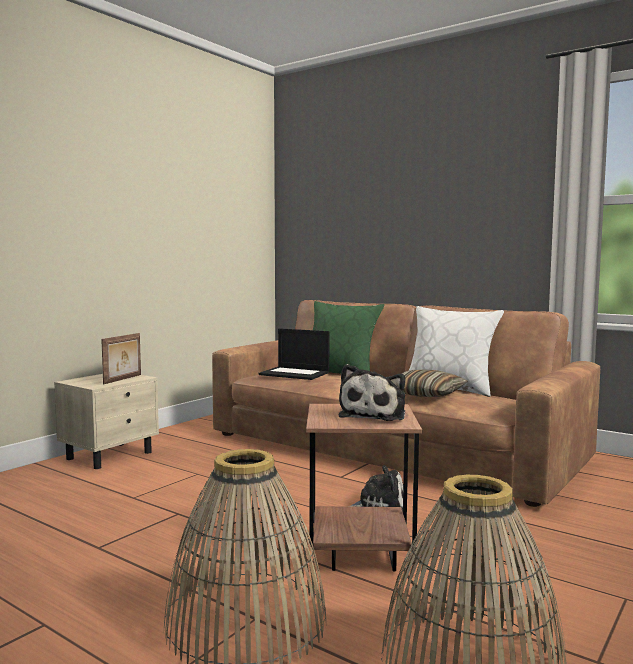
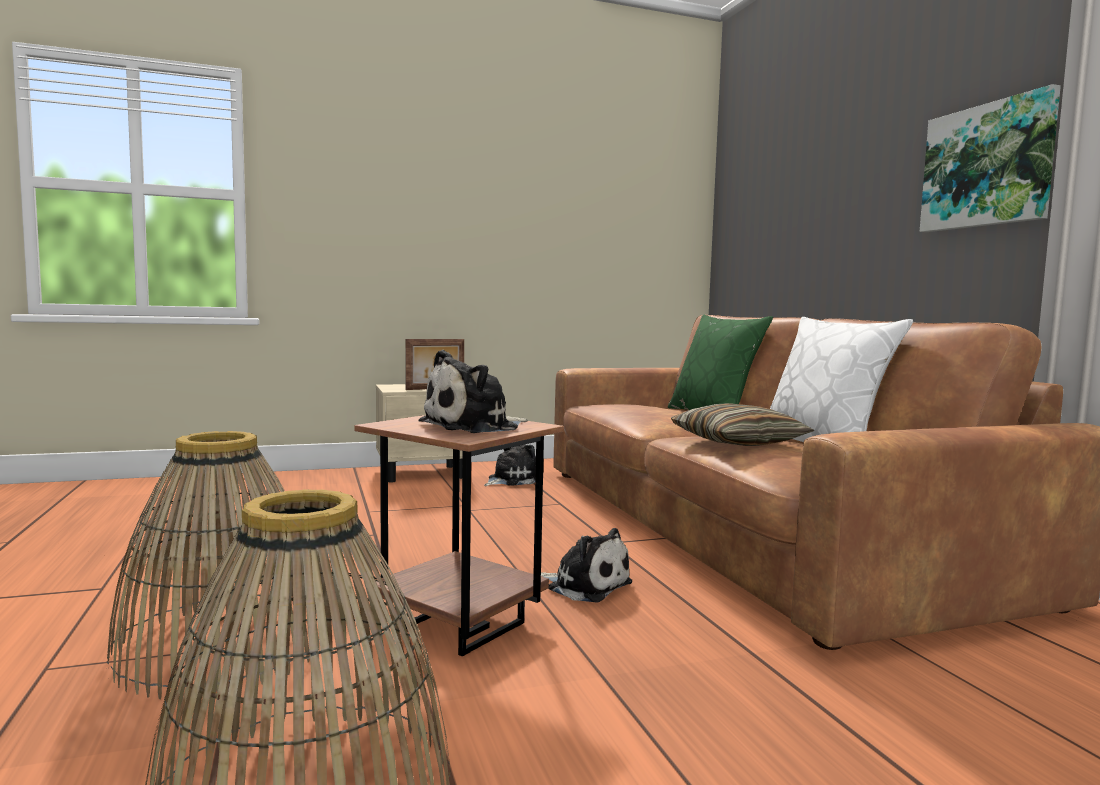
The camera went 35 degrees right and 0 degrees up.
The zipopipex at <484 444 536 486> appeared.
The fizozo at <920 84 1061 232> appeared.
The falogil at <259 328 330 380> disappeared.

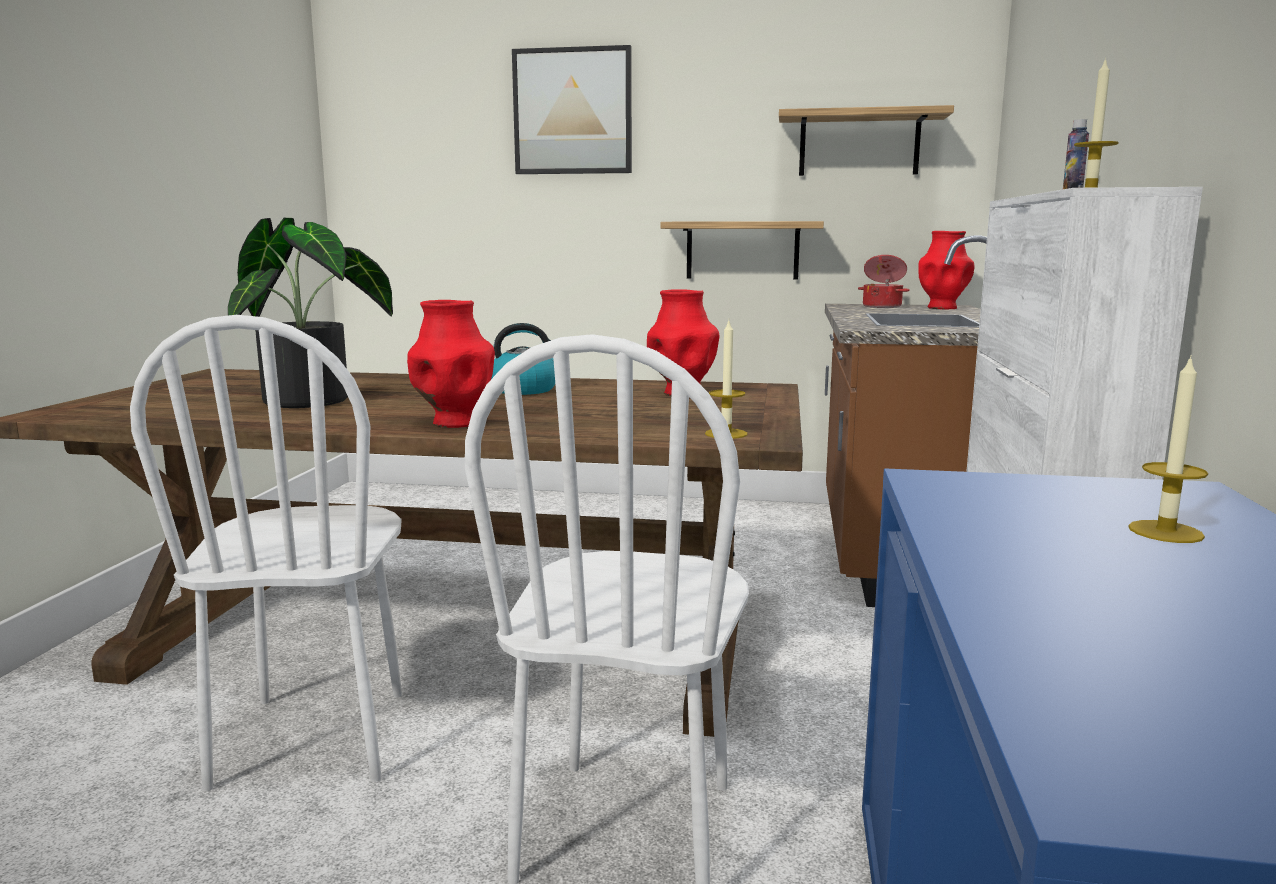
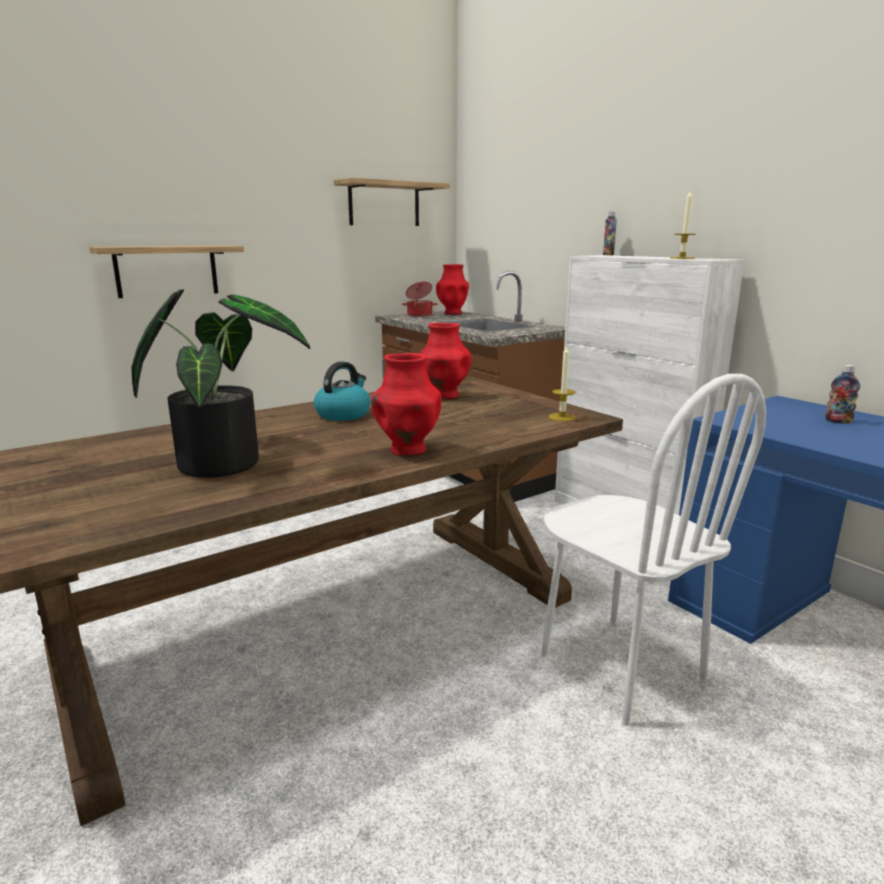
The camera went 45 degrees left and 5 degrees up.
The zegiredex moved from <660 221 824 279> to <89 246 244 298>.
The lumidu at <1128 355 1208 543> was replaced by the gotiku at <825 365 860 424>.
The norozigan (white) at <130 315 402 791> disappeared.
The fizozo at <512 45 632 174> disappeared.

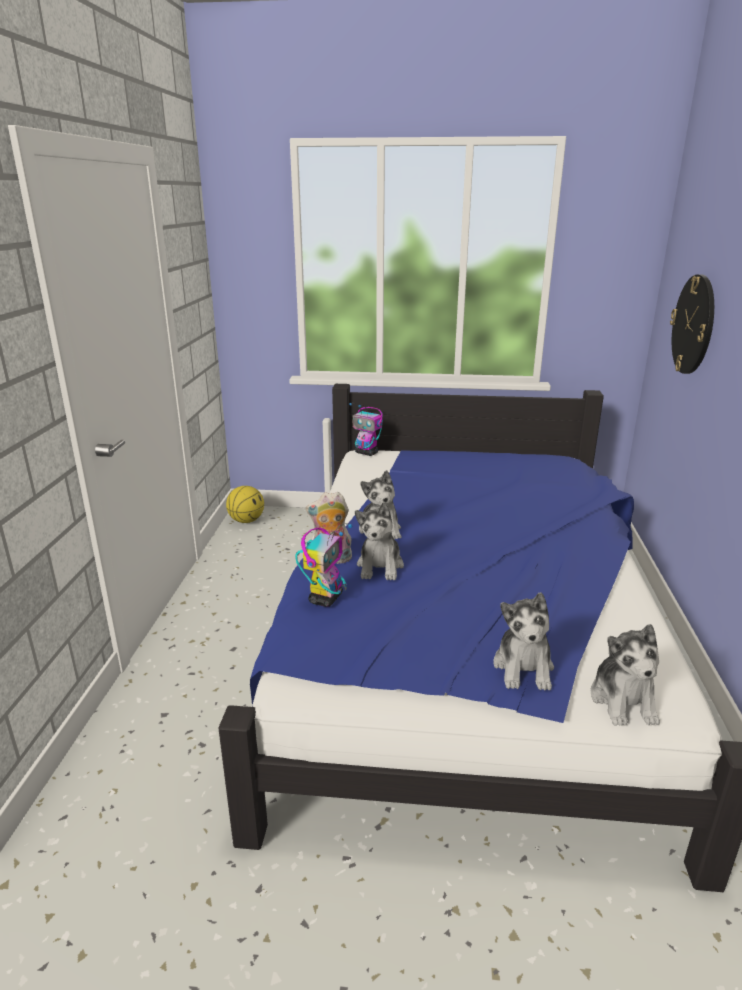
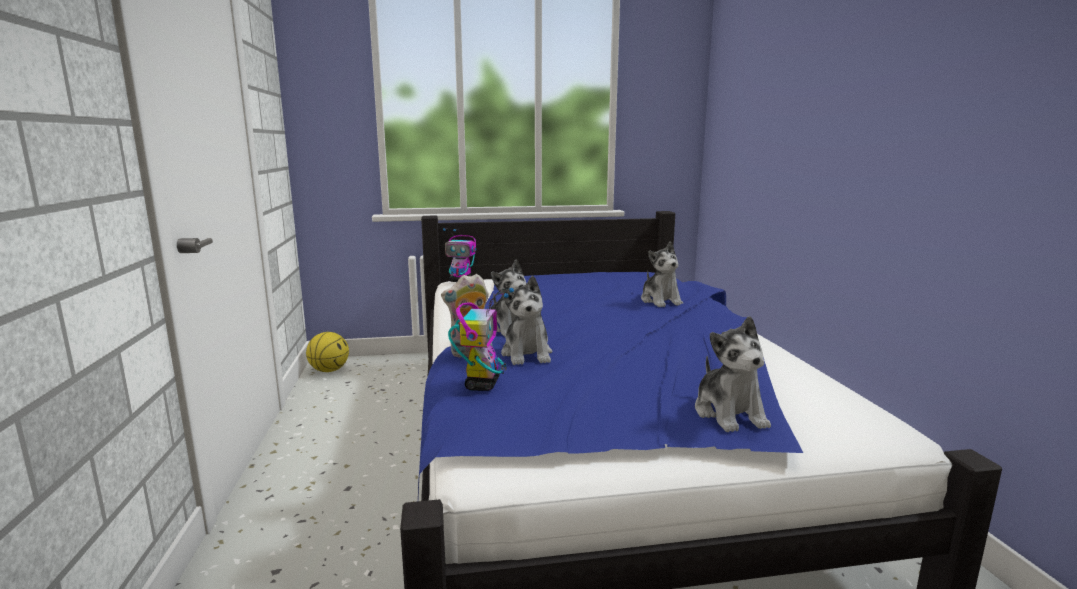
The camera went 15 degrees left and 10 degrees down.
The zipopipex moved from <591 624 660 726> to <641 241 683 307>.
The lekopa at <670 274 714 374> disappeared.

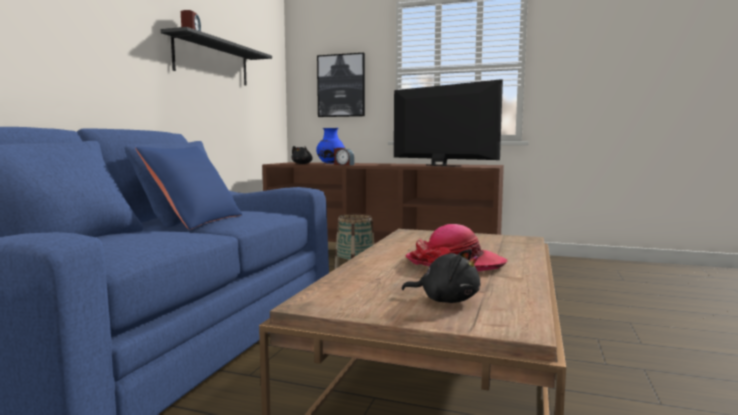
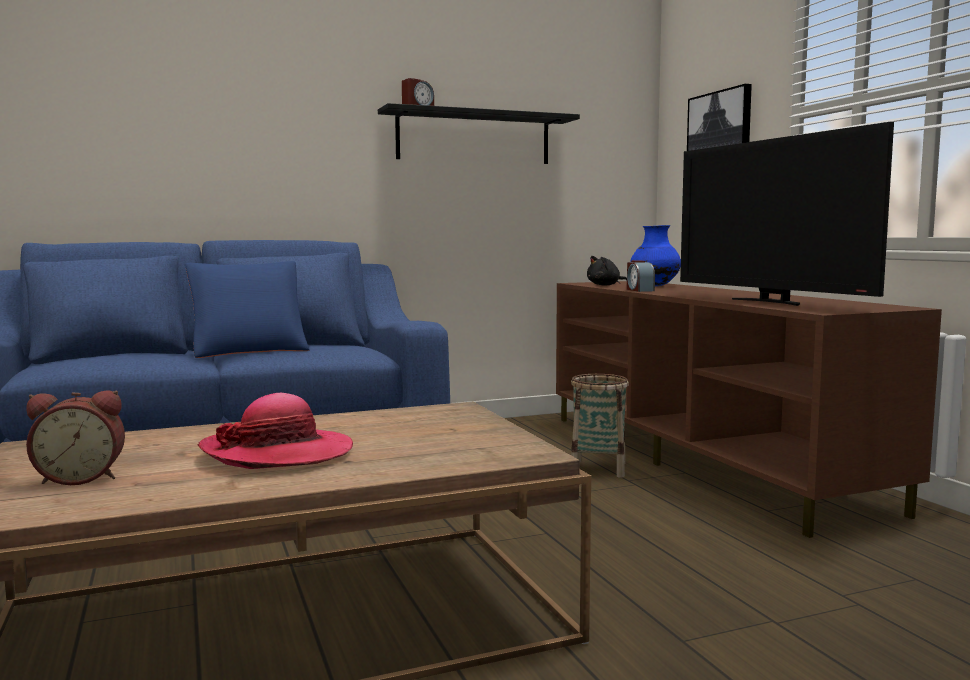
The camera went 50 degrees right and 0 degrees up.
The zipopipex (black) at <402 249 480 303> was replaced by the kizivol at <26 390 125 485>.
The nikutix at <394 79 503 166> turned 150 degrees clockwise.

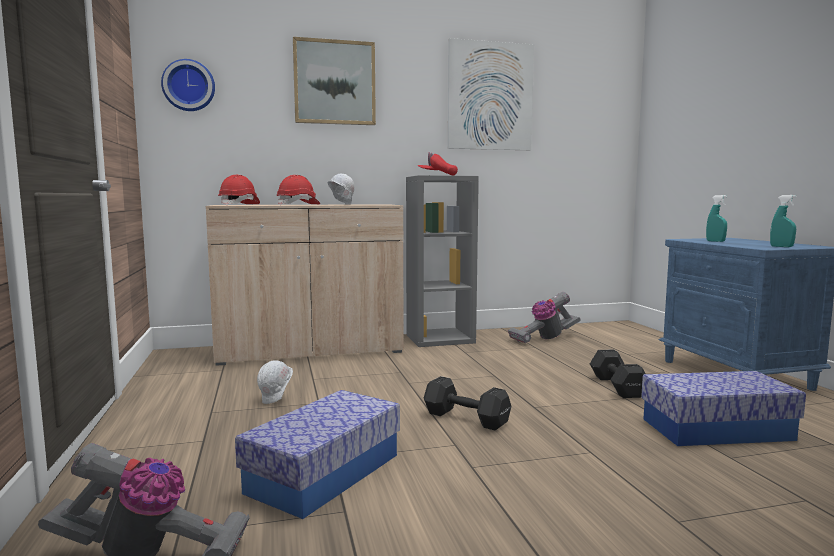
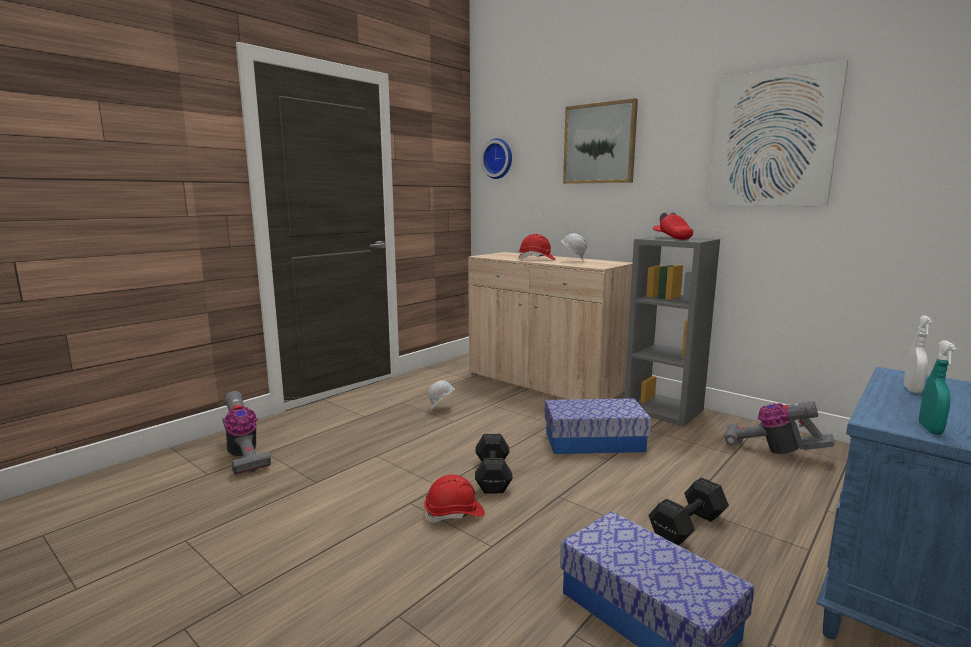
The camera went 55 degrees right and 5 degrees up.
The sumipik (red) moved from <218 175 260 205> to <424 474 485 522>.
The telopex moved from <235 390 400 519> to <544 398 651 454>.
The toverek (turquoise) at <706 195 727 242> became the toverek (white) at <903 316 932 394>.

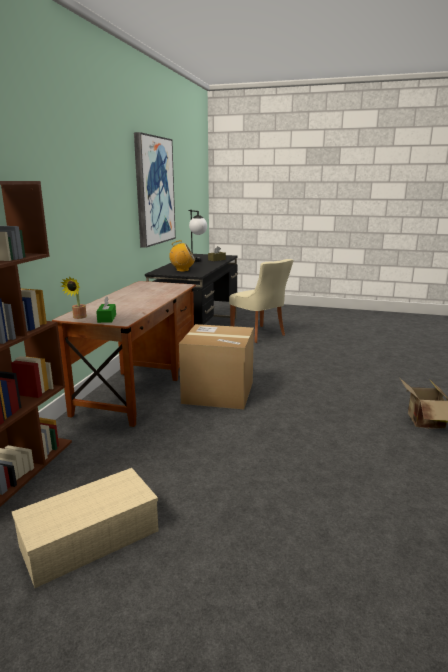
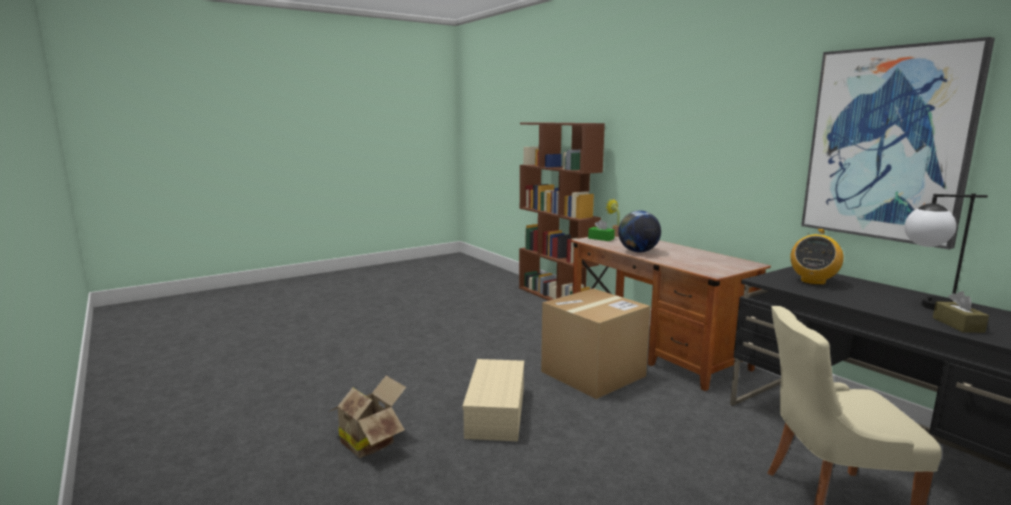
The camera went 130 degrees right and 5 degrees down.
The telopex (beige) moved from <12 468 159 588> to <462 359 524 441>.
The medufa at <618 211 661 253> appeared.

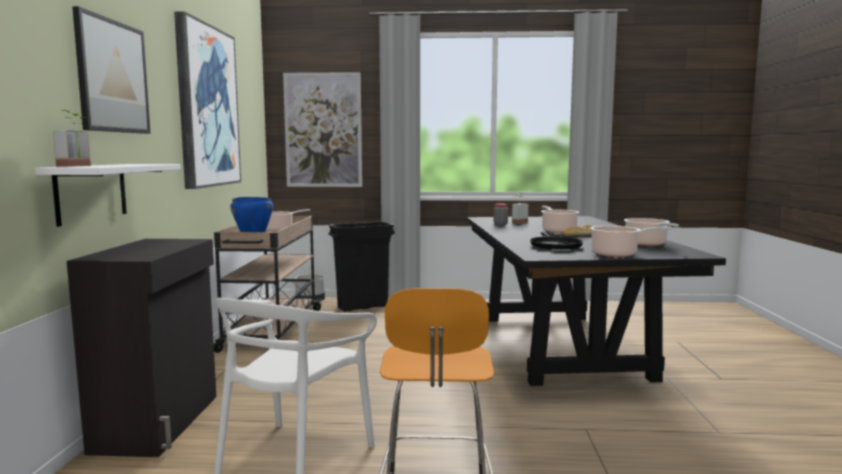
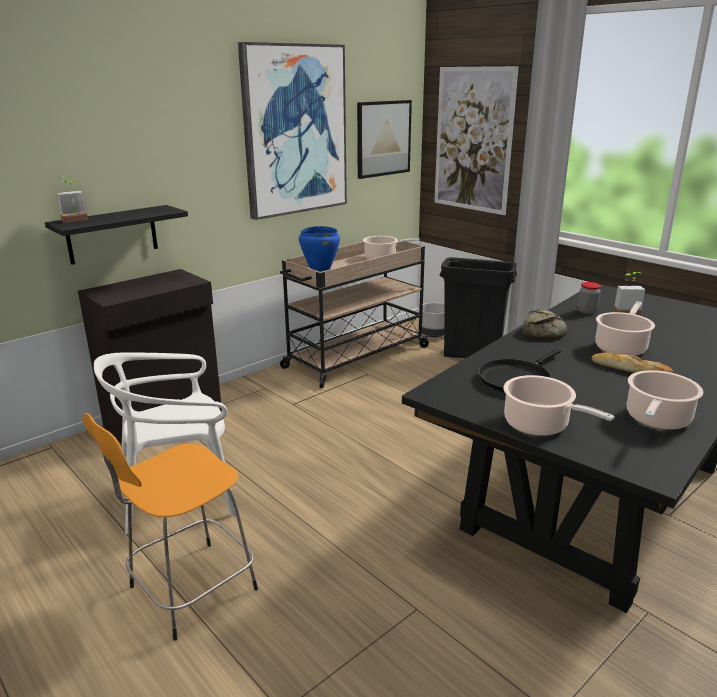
The camera went 45 degrees right and 15 degrees up.
The zegiredex (white) at <35 164 181 227> became the zegiredex (black) at <45 205 188 265>.
The fizozo moved from <72 6 151 134> to <357 100 412 179>.
The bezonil at <523 309 567 340> appeared.

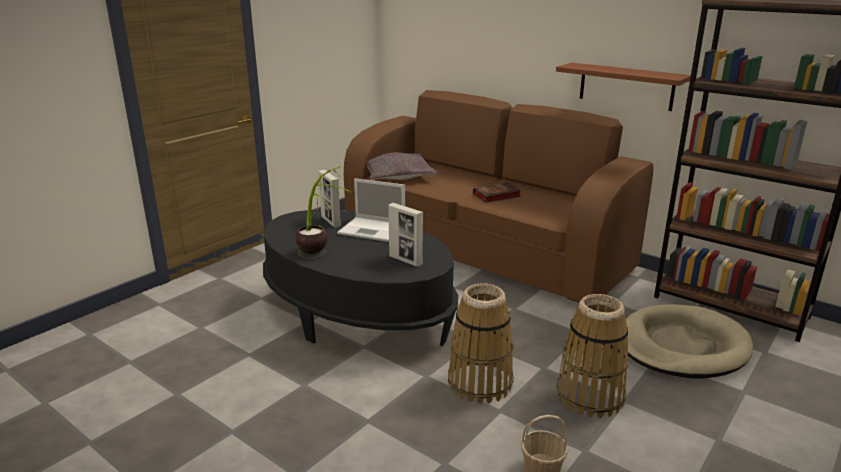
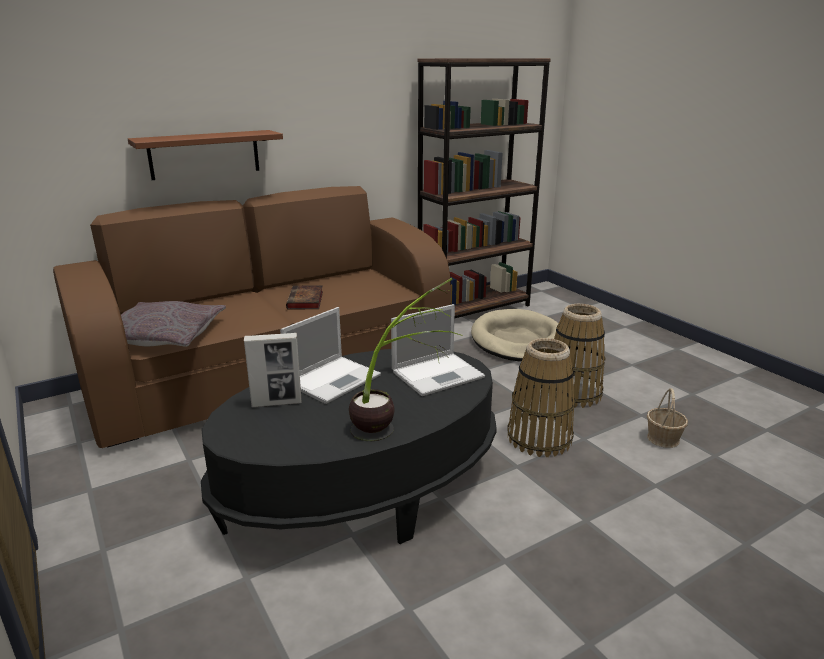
The camera went 70 degrees left and 0 degrees up.
The zegiredex (brown) moved from <556 63 691 111> to <128 130 283 180>.
The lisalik at <388 203 423 267> was replaced by the falogil at <391 304 485 396>.

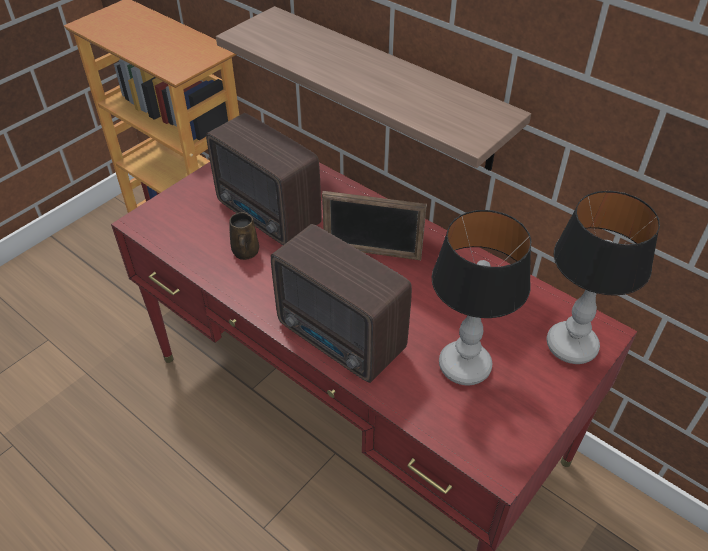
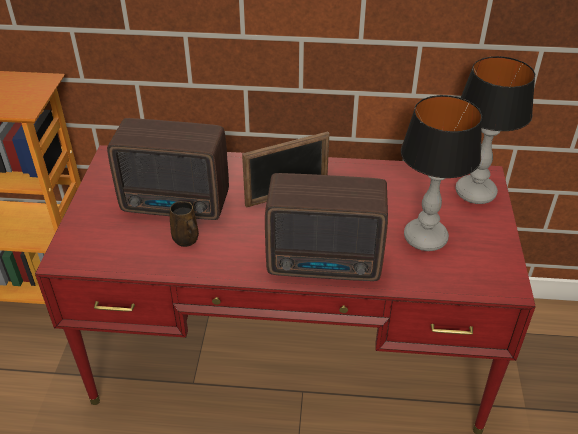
The camera went 35 degrees left and 5 degrees down.
The zegiredex at <216 6 531 171> disappeared.

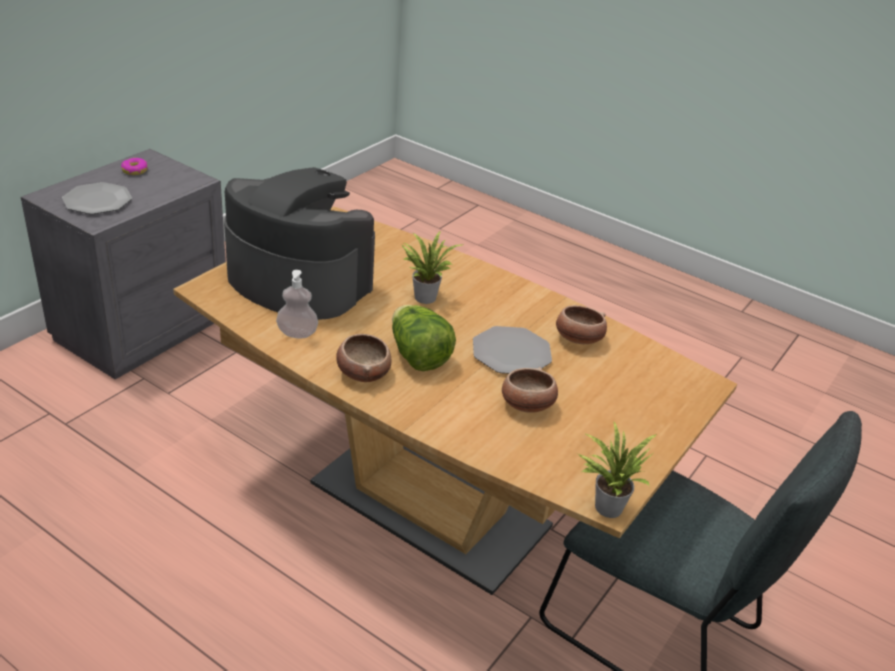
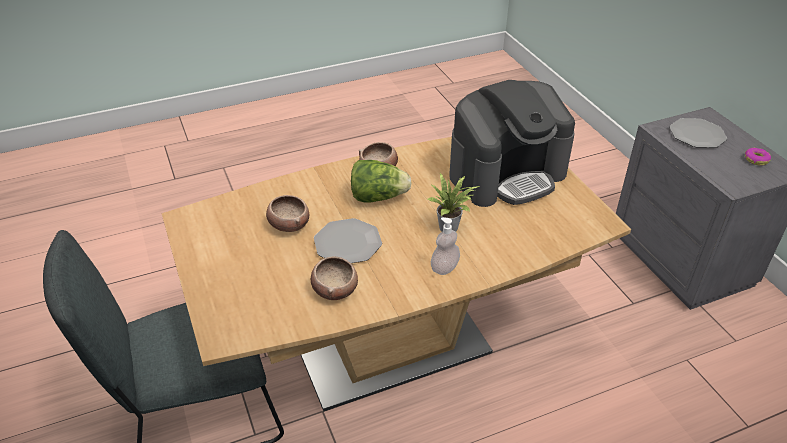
The camera went 125 degrees right and 5 degrees up.
The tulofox moved from <276 270 318 338> to <431 217 460 275>.
The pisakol at <578 422 657 518> disappeared.

